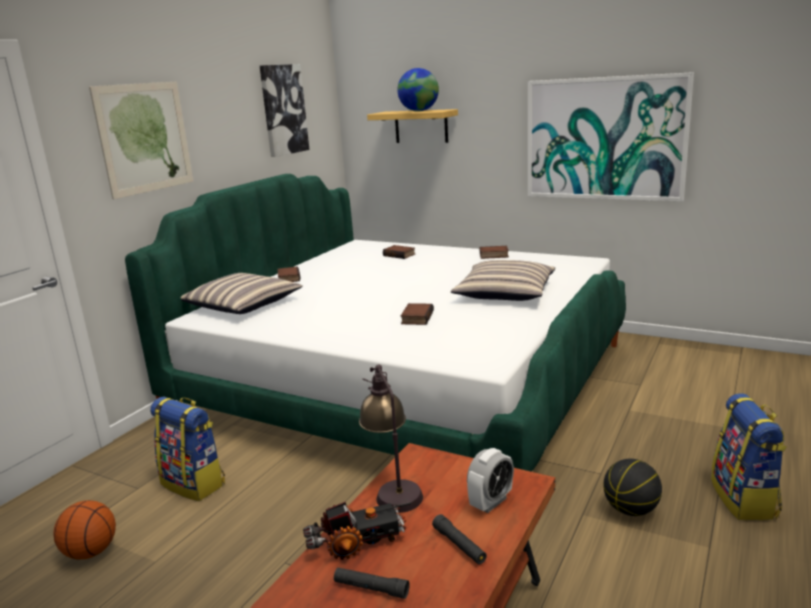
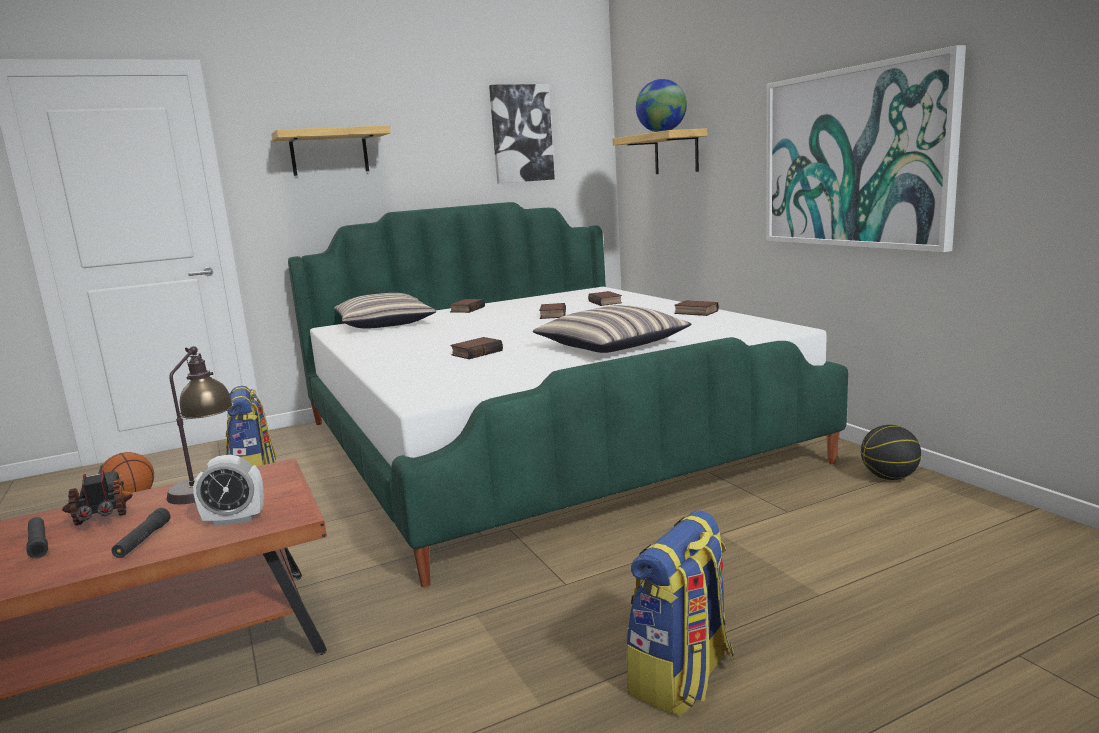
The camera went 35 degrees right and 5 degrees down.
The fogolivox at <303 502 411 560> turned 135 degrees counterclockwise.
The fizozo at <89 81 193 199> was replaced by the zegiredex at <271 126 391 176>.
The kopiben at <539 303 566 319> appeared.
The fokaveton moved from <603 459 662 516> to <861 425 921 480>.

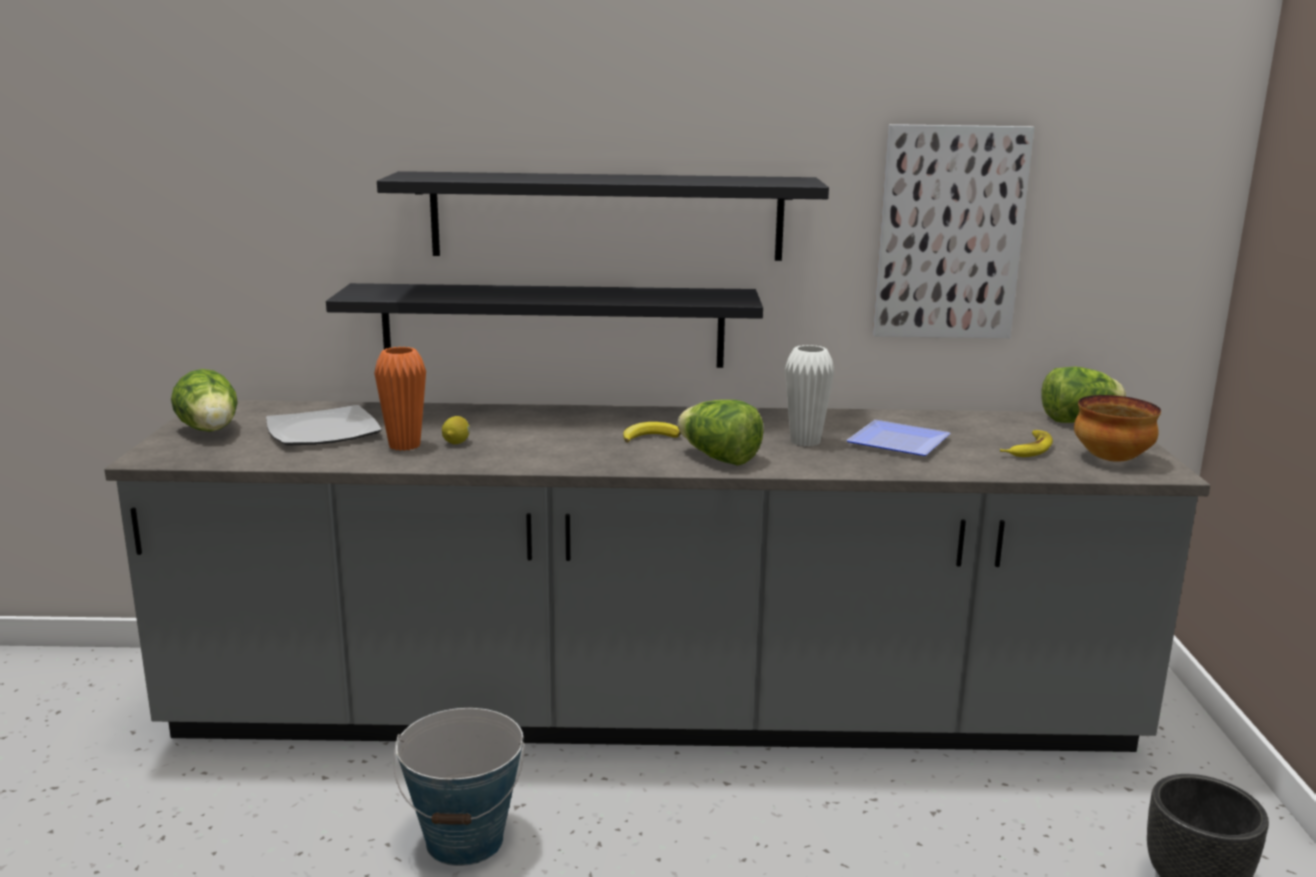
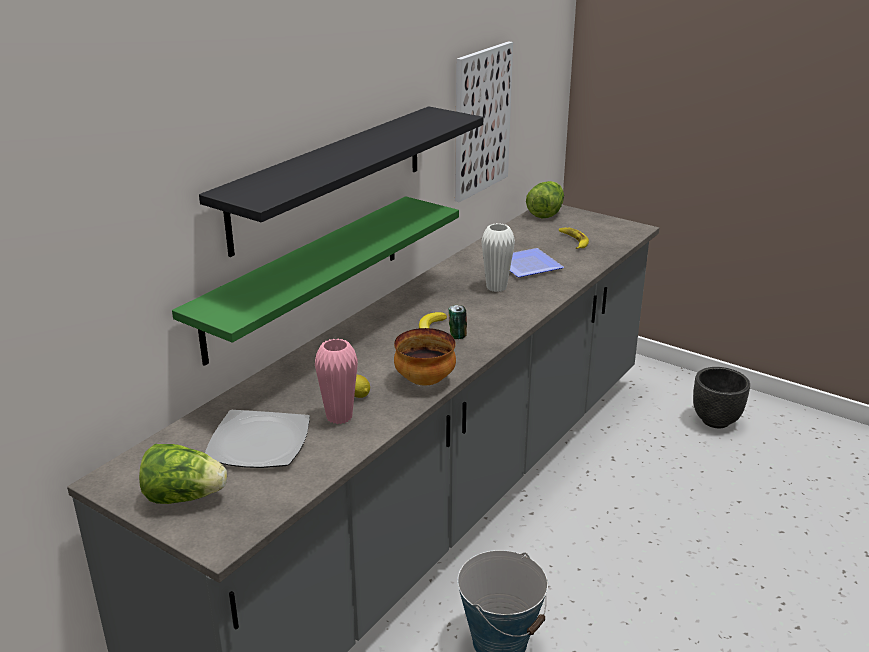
The camera went 55 degrees left and 10 degrees up.
The zegiredex (black) at <326 283 763 368> became the zegiredex (green) at <172 196 459 366>.
The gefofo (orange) at <374 347 426 451> became the gefofo (pink) at <315 339 358 424>.
The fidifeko moved from <1074 395 1161 462> to <394 328 456 386>.
The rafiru at <448 305 467 339> appeared.
The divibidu at <677 400 764 466> disappeared.

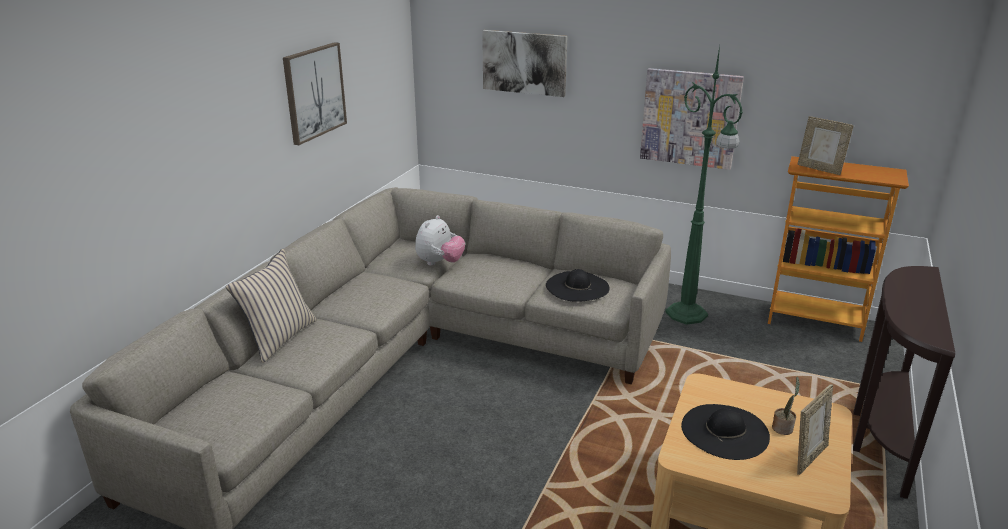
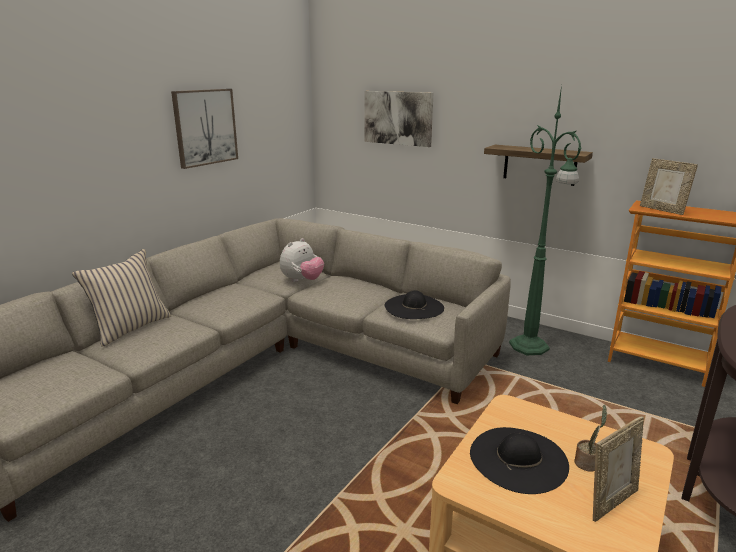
The camera went 10 degrees right and 5 degrees down.
The fizozo at <640 68 744 170> was replaced by the zegiredex at <484 145 593 186>.

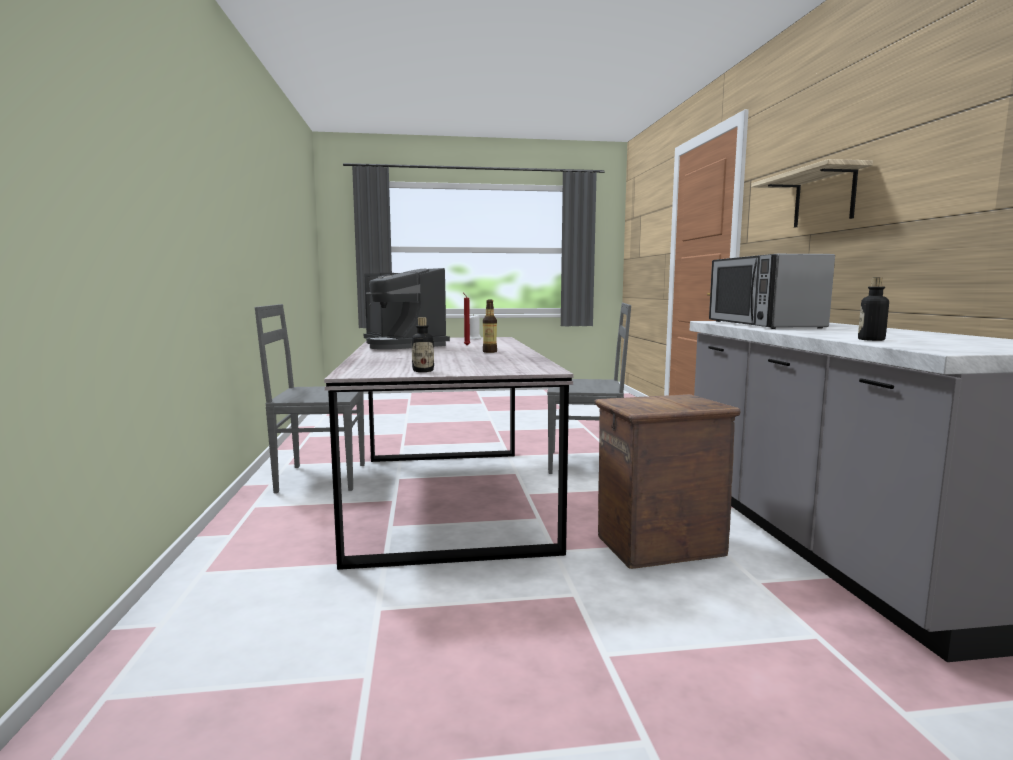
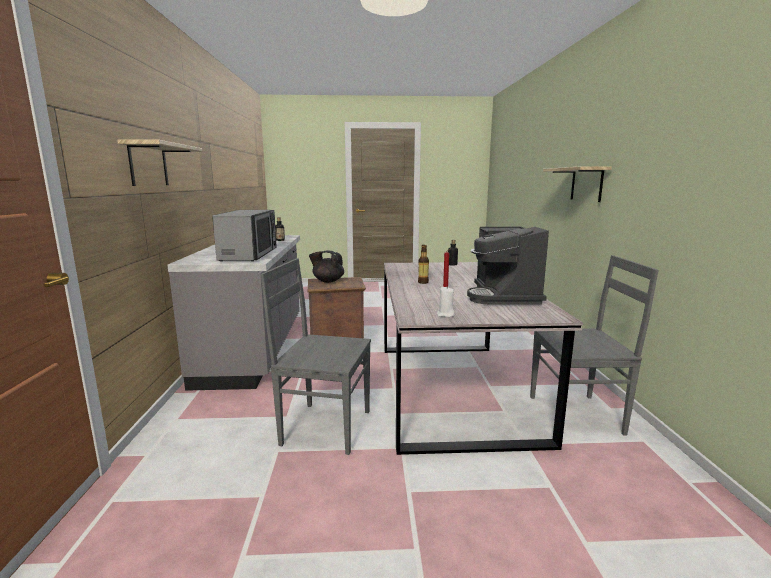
The camera went 175 degrees left and 5 degrees up.
The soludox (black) at <309 251 344 283> appeared.
The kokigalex at <364 268 450 350> turned 150 degrees counterclockwise.
The zegiredex at <543 166 612 202> appeared.

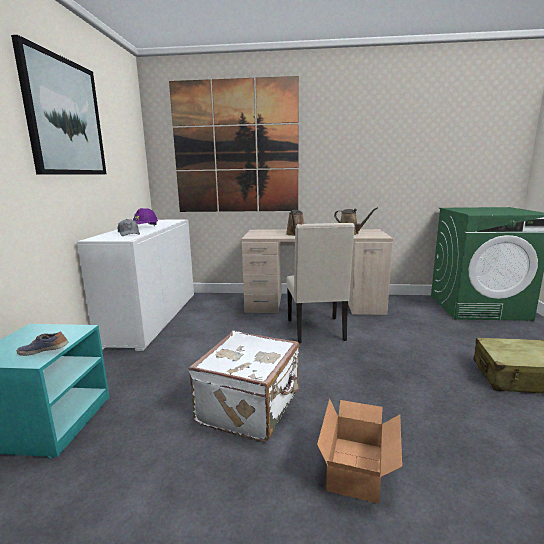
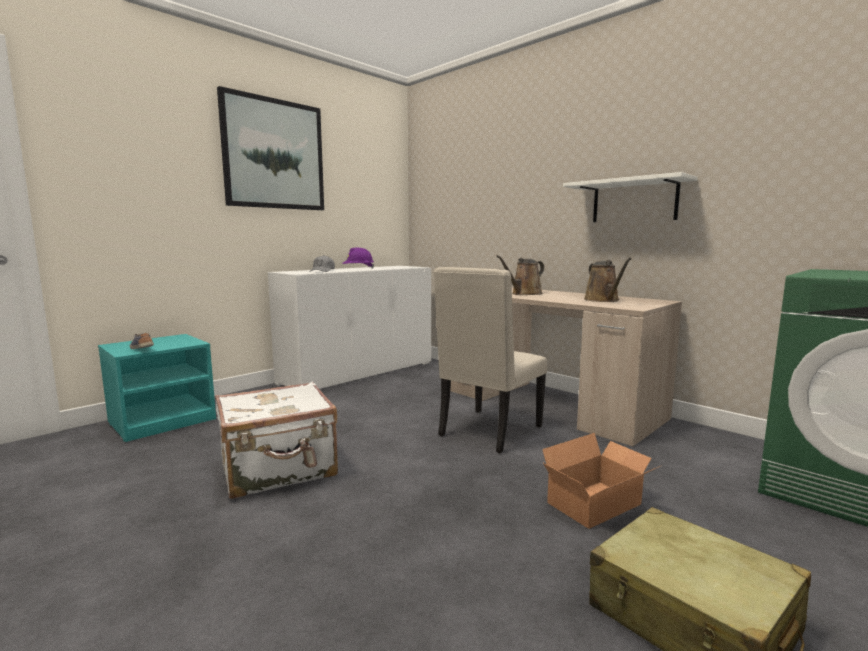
The camera went 40 degrees right and 5 degrees down.
The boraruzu moved from <317 399 402 504> to <542 433 660 529>.
The zegiredex (white) at <563 172 698 222> appeared.
The fizozo at <169 76 299 212> disappeared.

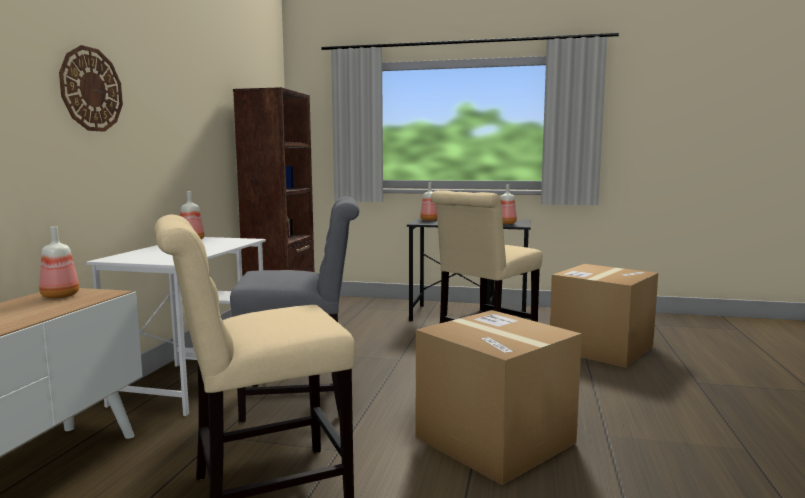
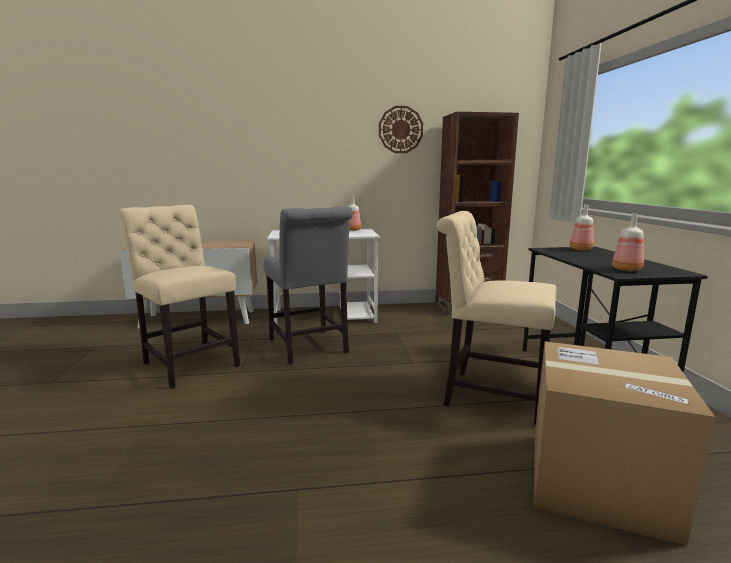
The camera went 70 degrees right and 5 degrees up.
The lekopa moved from <59 45 123 132> to <379 106 423 153>.
The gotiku at <39 226 79 298> disappeared.
The boraruzu at <416 310 582 485> disappeared.

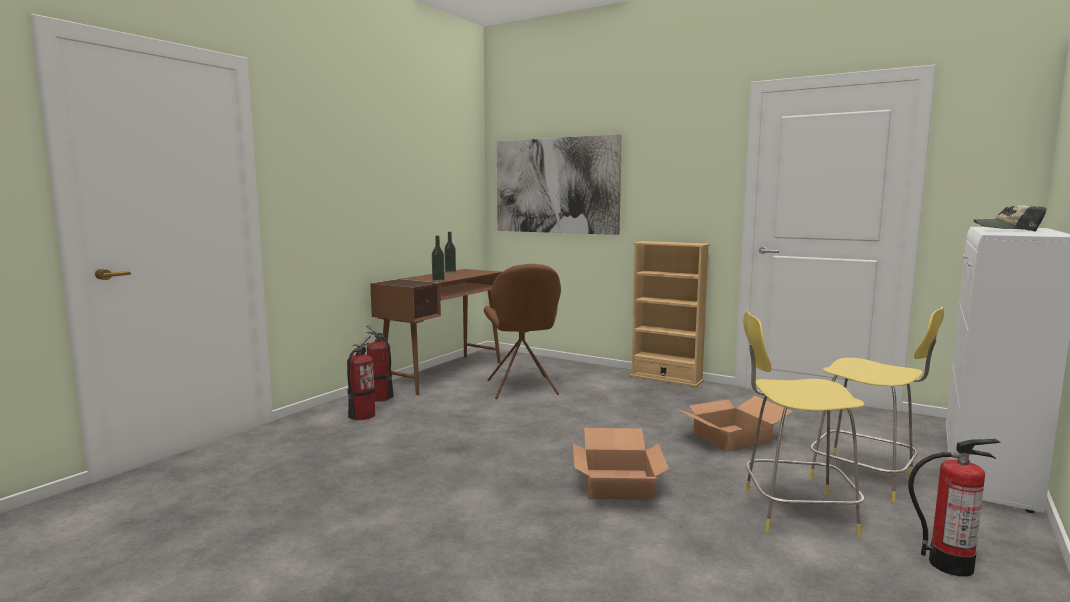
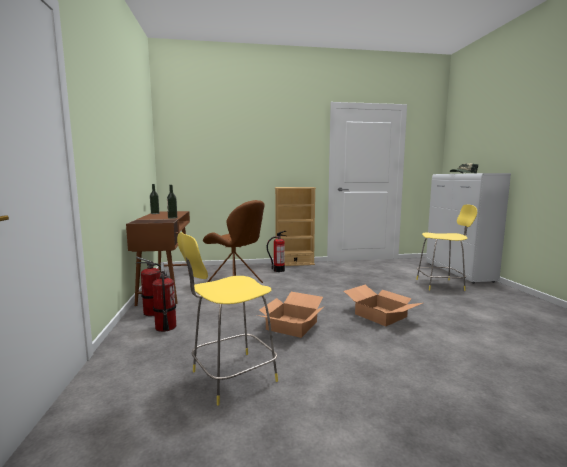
The camera went 40 degrees left and 0 degrees up.
The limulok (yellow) moved from <743 312 864 536> to <177 232 278 406>.
The boraruzu moved from <675 396 793 452> to <256 292 324 338>.
The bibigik moved from <908 439 1000 577> to <267 231 286 272>.
The fizozo at <497 134 622 235> disappeared.

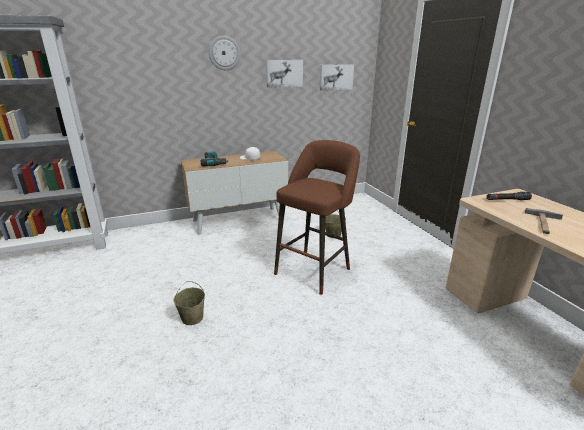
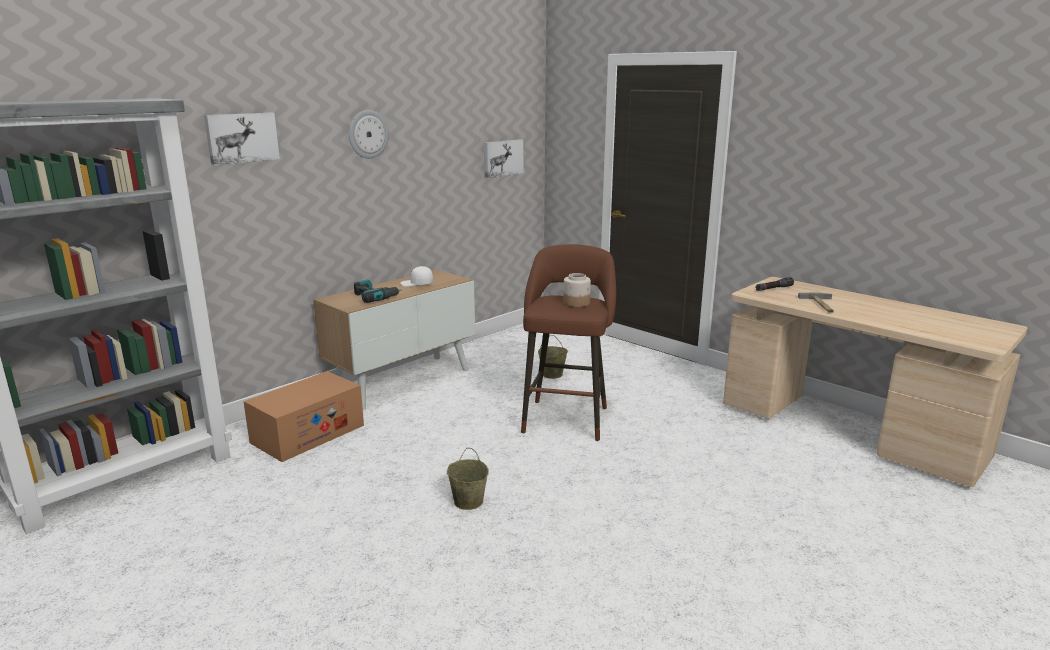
The camera went 25 degrees left and 5 degrees down.
The fizozo moved from <266 60 303 88> to <204 113 280 165>.
The boraruzu at <243 371 364 462> appeared.
The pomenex at <563 273 591 307> appeared.

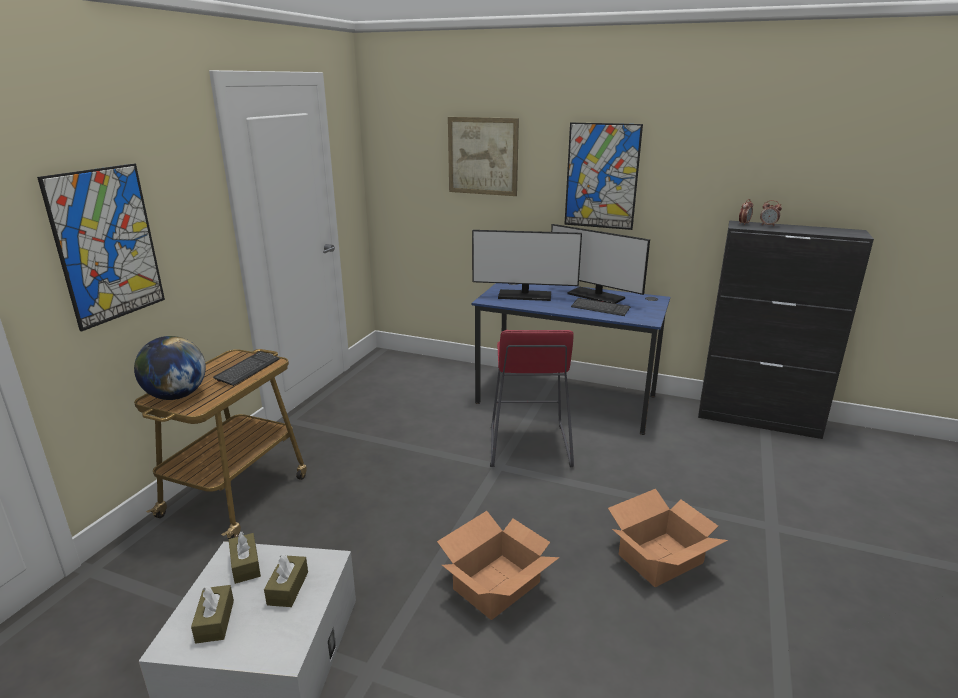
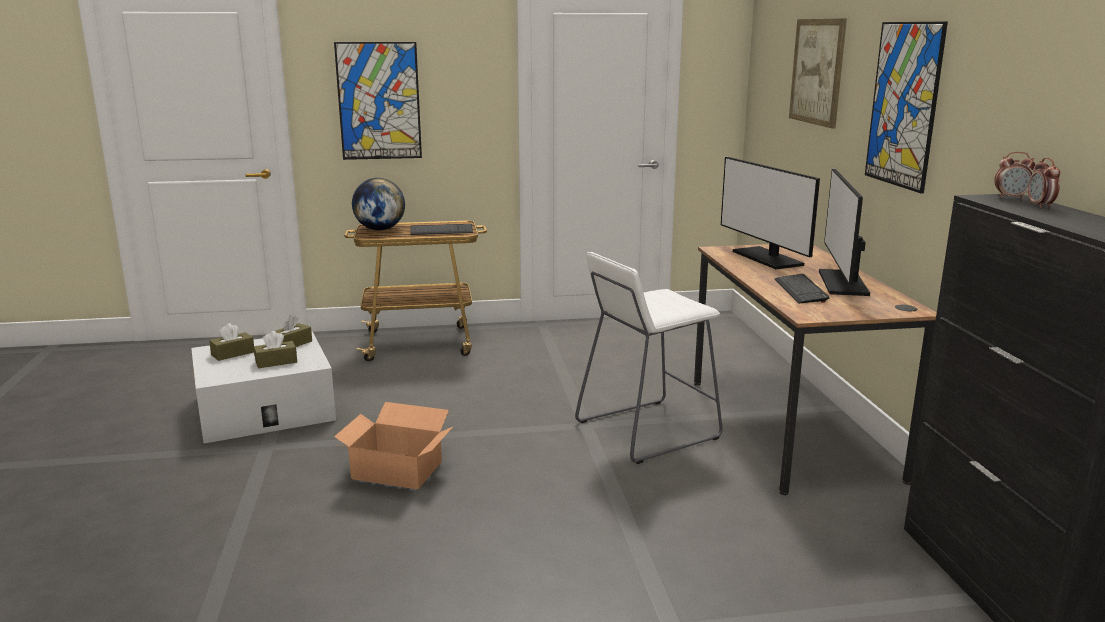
The camera went 60 degrees right and 5 degrees down.
The limulok (red) at <490 330 574 467> became the limulok (white) at <575 252 723 464>.
The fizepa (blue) at <472 283 670 435> became the fizepa (brown) at <694 244 937 495>.
The boraruzu at <608 489 728 587> disappeared.

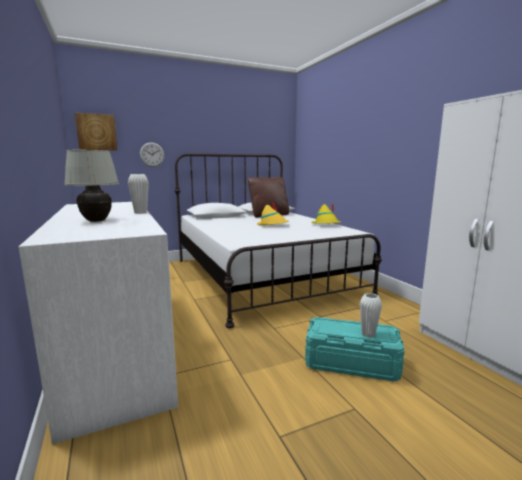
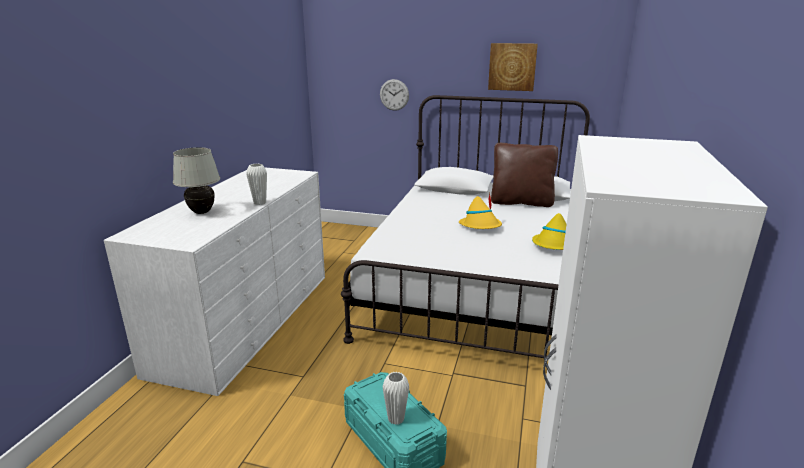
The camera went 40 degrees right and 10 degrees up.
The fizozo moved from <75 113 117 150> to <488 43 538 91>.

